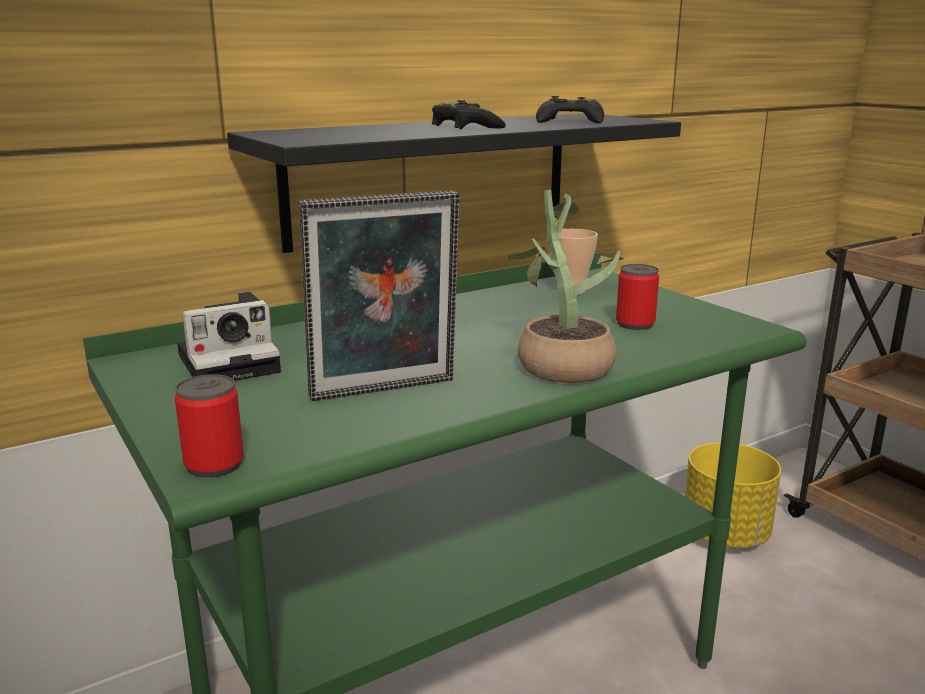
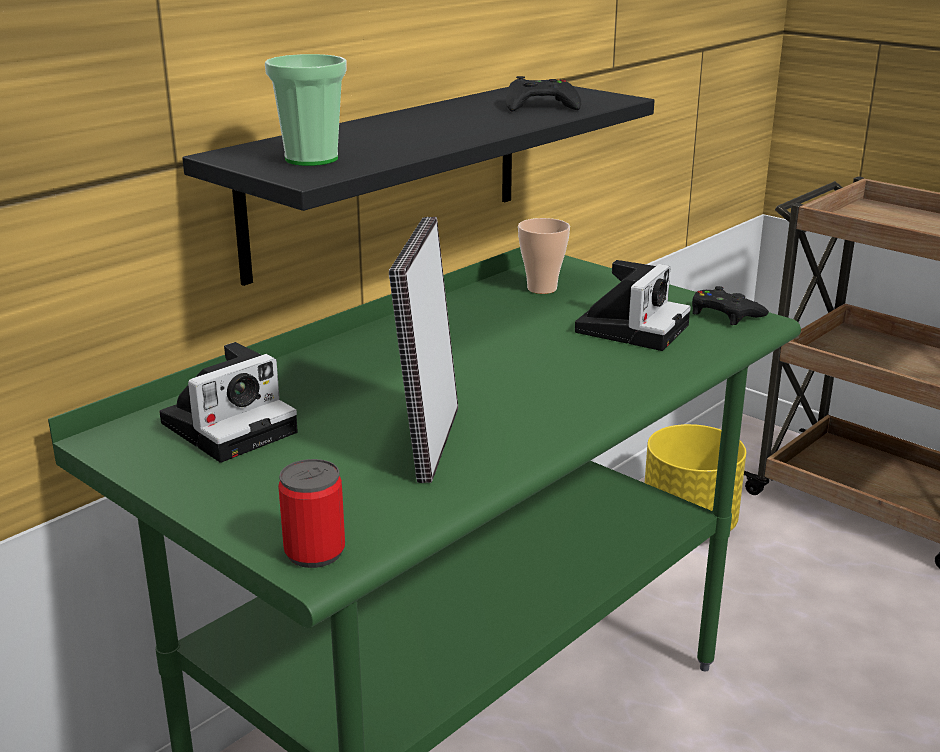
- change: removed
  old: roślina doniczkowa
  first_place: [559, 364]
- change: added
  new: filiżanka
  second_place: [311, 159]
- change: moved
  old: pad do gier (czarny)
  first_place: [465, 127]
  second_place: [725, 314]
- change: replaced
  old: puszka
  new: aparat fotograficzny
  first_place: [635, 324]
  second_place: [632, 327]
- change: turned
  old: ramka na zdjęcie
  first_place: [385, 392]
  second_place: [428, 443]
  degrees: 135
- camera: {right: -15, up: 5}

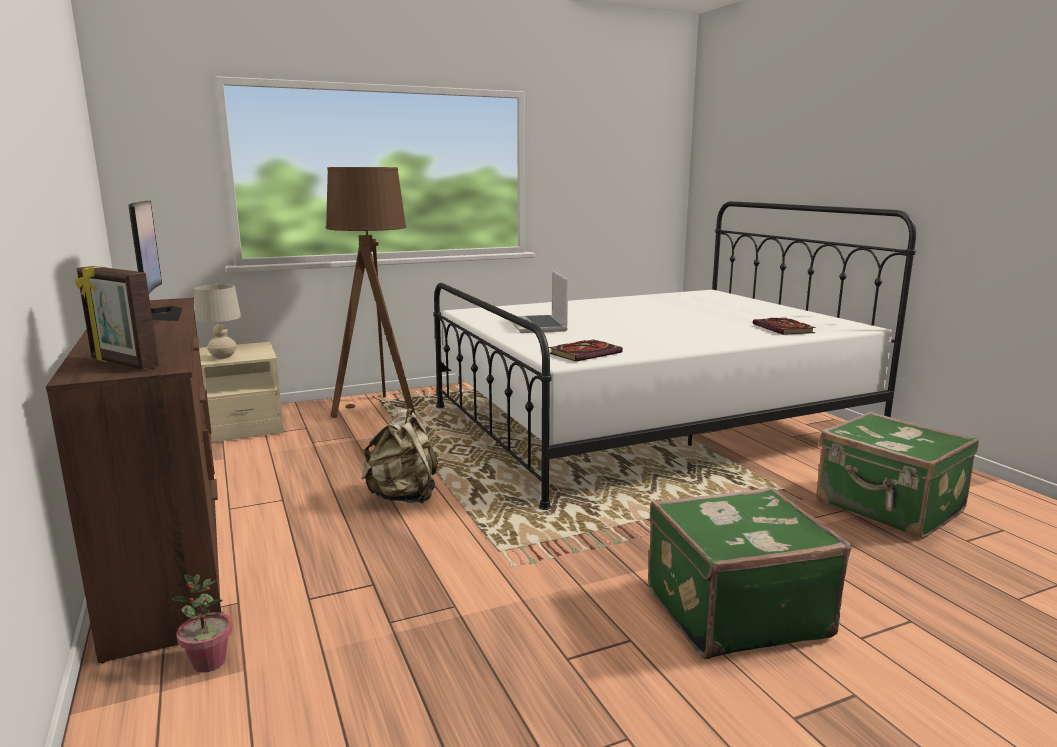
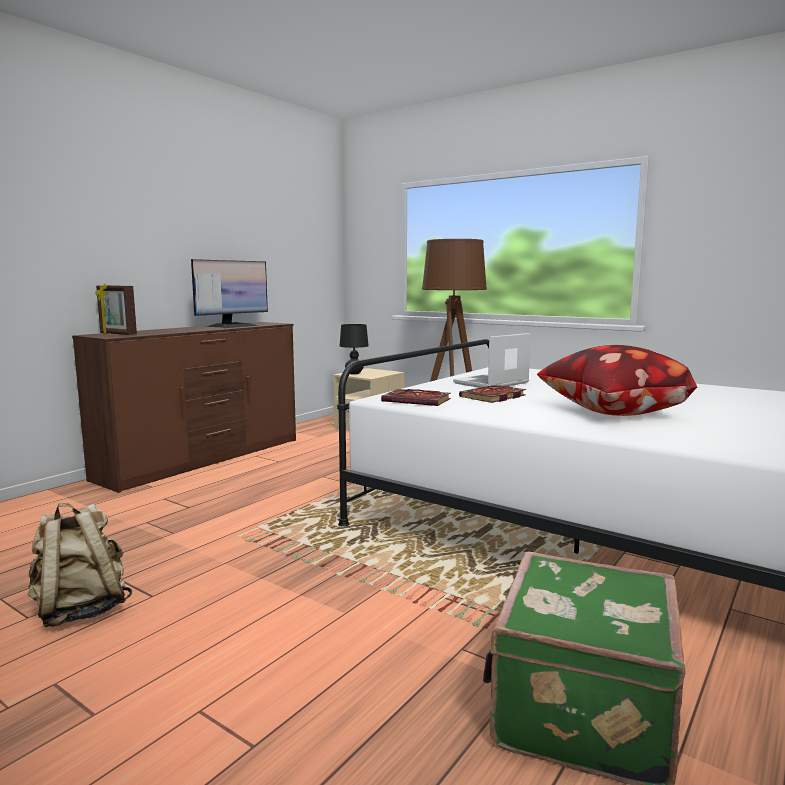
- change: removed
  old: roślina doniczkowa
  first_place: [209, 662]
- change: removed
  old: walizka (zielony)
  first_place: [733, 610]
- change: added
  new: poduszka
  second_place: [611, 414]
- change: moved
  old: plecak (beżowy)
  first_place: [403, 497]
  second_place: [81, 610]
- change: moved
  old: książka
  first_place: [785, 329]
  second_place: [493, 397]
- change: recoloured
  old: lampa stołowa (beżowy)
  new: lampa stołowa (czarny)
  first_place: [223, 357]
  second_place: [354, 373]
- change: turned
  old: ramka na zdjęcie
  first_place: [123, 363]
  second_place: [117, 334]
  degrees: -60
- camera: {right: 60, up: -5}

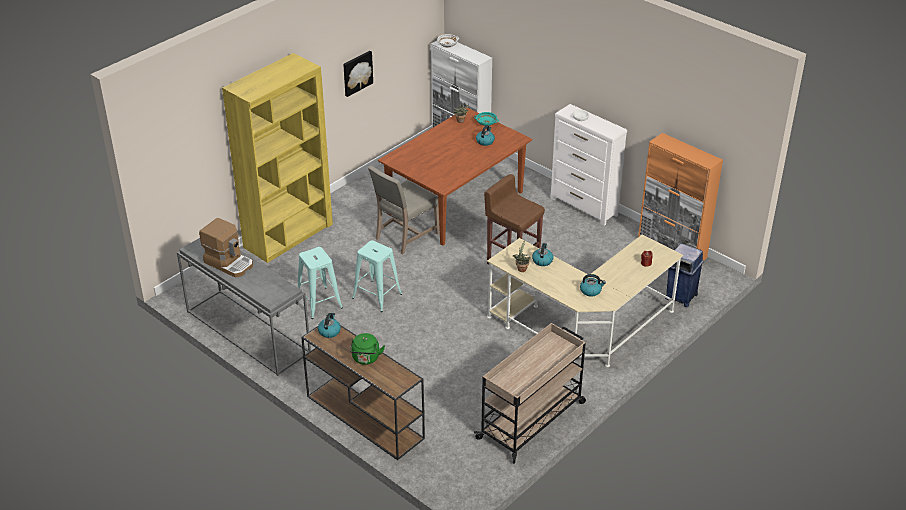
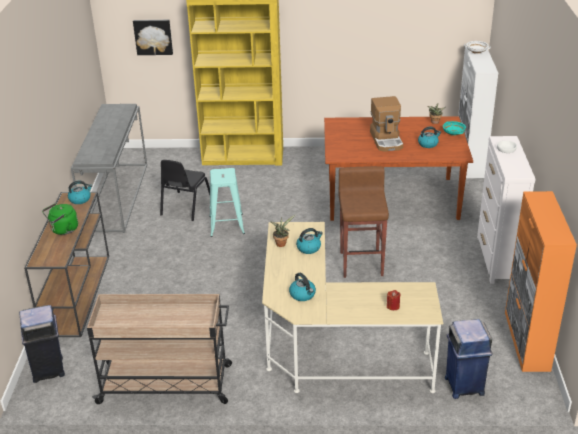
- change: removed
  old: krzesło (beżowy)
  first_place: [404, 236]
- change: added
  new: kosz na śmieci (niebieski)
  second_place: [49, 369]
- change: moved
  old: ekspres do kawy
  first_place: [229, 263]
  second_place: [387, 140]
- change: moved
  old: obraz
  first_place: [357, 73]
  second_place: [153, 36]
- change: replaced
  old: stołek (turkusowy)
  new: krzesło (czarny)
  first_place: [319, 303]
  second_place: [185, 206]
- camera: {right: 50, up: -5}

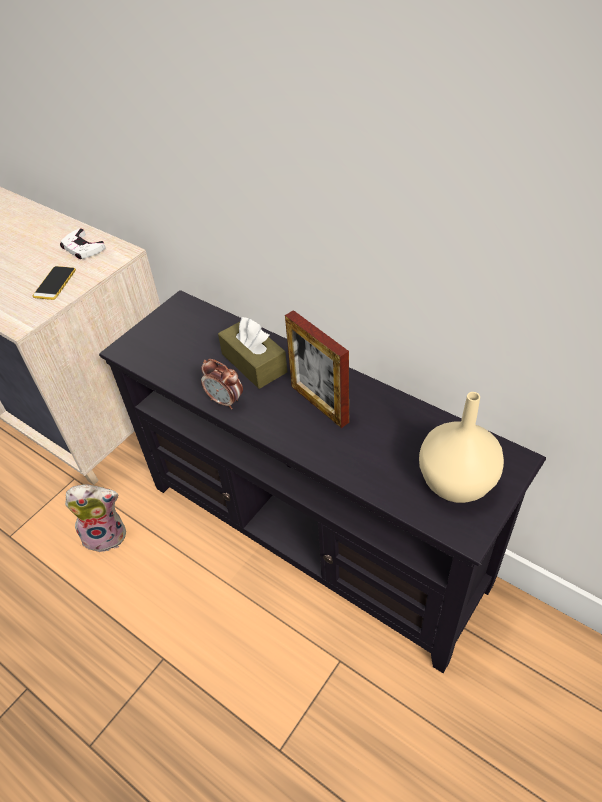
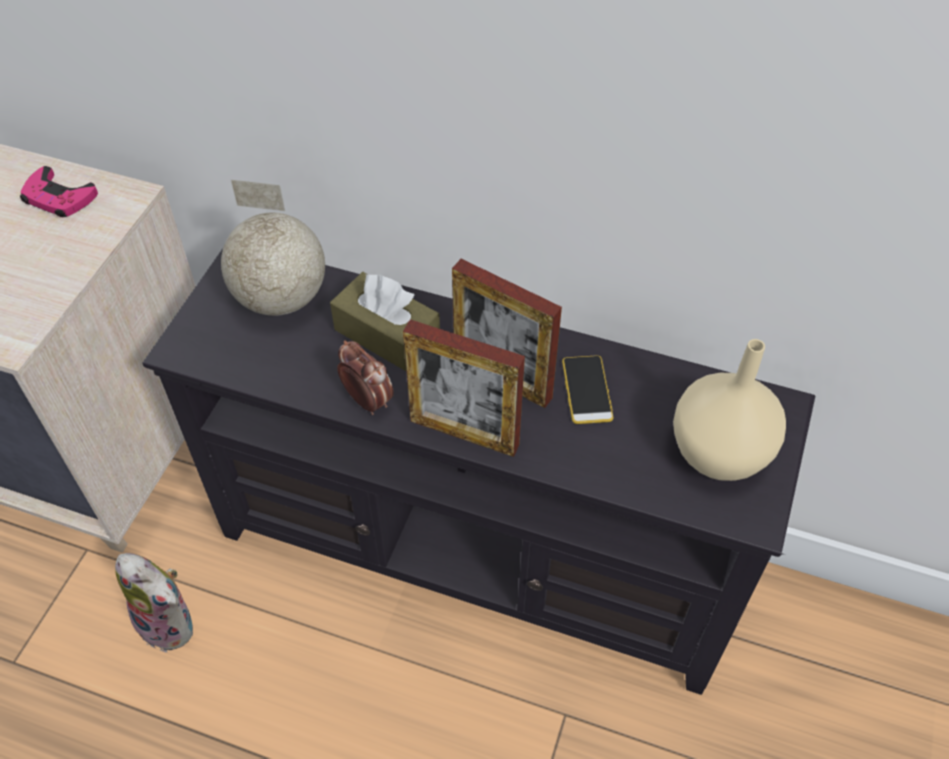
- change: added
  new: globus
  second_place: [282, 299]
- change: added
  new: ramka na zdjęcie
  second_place: [464, 433]
- change: moved
  old: telefon
  first_place: [55, 283]
  second_place: [587, 390]
- change: recoloured
  old: pad do gier (biały)
  new: pad do gier (różowy)
  first_place: [82, 248]
  second_place: [59, 198]
- change: turned
  old: pluszak
  first_place: [107, 534]
  second_place: [171, 622]
  degrees: 60
- change: turned
  old: budzik
  first_place: [225, 401]
  second_place: [367, 400]
  degrees: -150
- camera: {right: -20, up: 5}

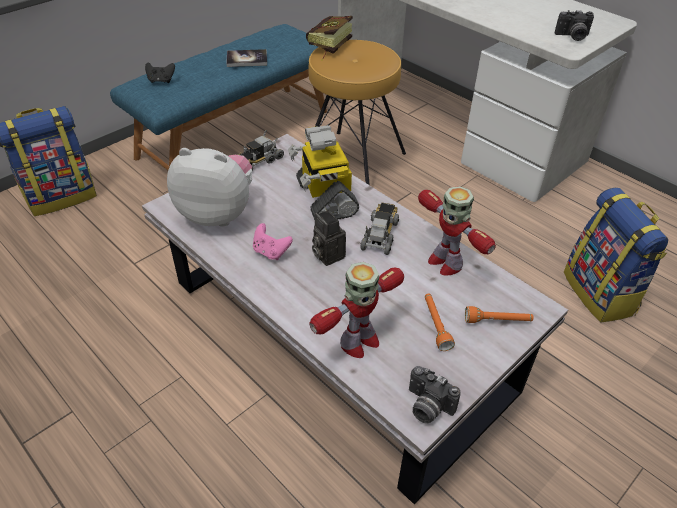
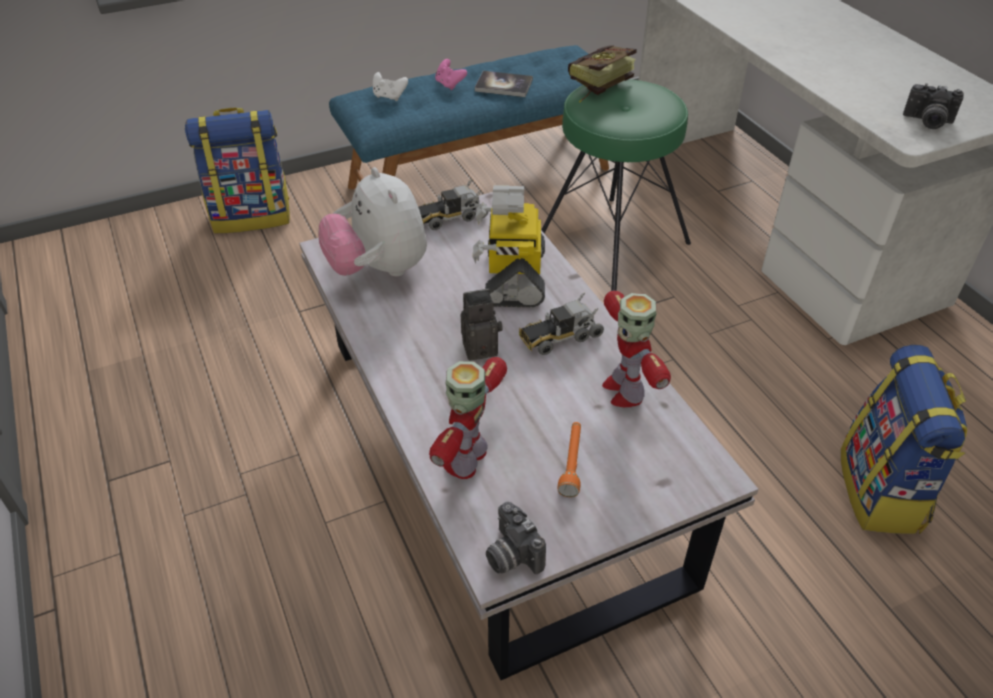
- change: removed
  old: latarka (pomarańczowy)
  first_place: [497, 321]
- change: moved
  old: pad do gier (różowy)
  first_place: [271, 252]
  second_place: [449, 84]
- change: recoloured
  old: pad do gier (czarny)
  new: pad do gier (biały)
  first_place: [161, 81]
  second_place: [389, 97]
- change: recoloured
  old: stołek (brązowy)
  new: stołek (zielony)
  first_place: [351, 163]
  second_place: [611, 243]
- change: turned
  old: pluszak
  first_place: [218, 213]
  second_place: [378, 269]
  degrees: -150
- change: turned
  old: robot zabawkowy
  first_place: [358, 342]
  second_place: [467, 459]
  degrees: 135
- change: turned
  old: aparat fotograficzny
  first_place: [326, 255]
  second_place: [481, 346]
  degrees: 90
- change: turned
  old: ciężarówka zabawkowa
  first_place: [380, 234]
  second_place: [560, 336]
  degrees: -150
- camera: {right: 20, up: 0}

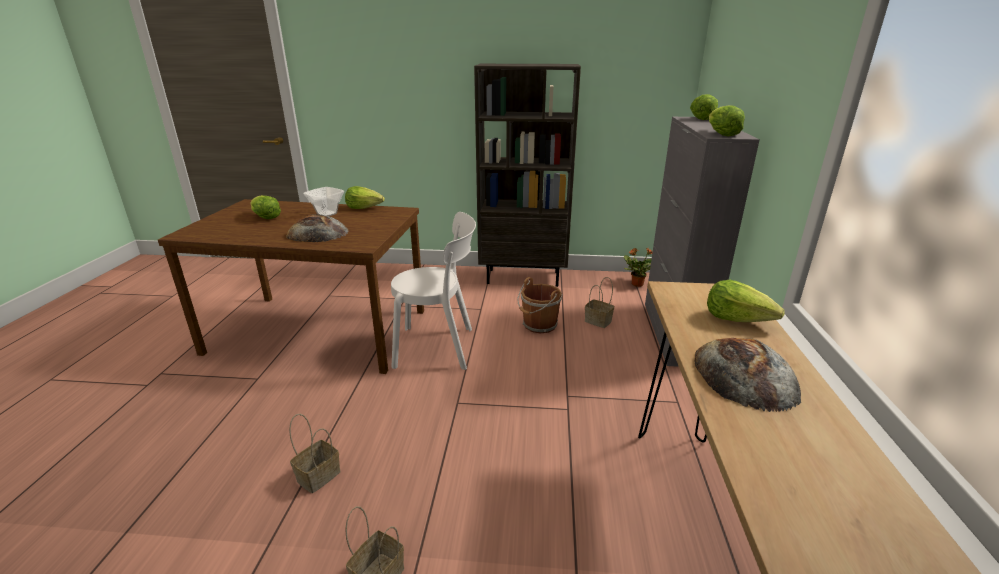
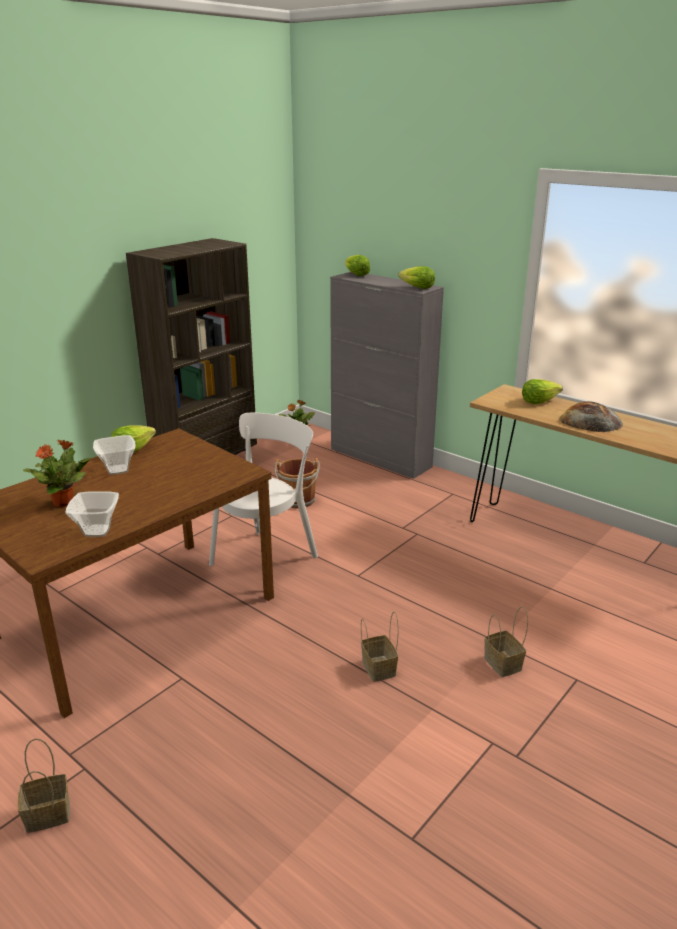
- change: removed
  old: chleb
  first_place: [318, 233]
- change: added
  new: miska
  second_place: [97, 530]
- change: moved
  old: koszyk
  first_place: [599, 321]
  second_place: [49, 813]
- change: replaced
  old: sałata
  new: roślina doniczkowa
  first_place: [265, 217]
  second_place: [64, 502]
- camera: {right: -55, up: 0}

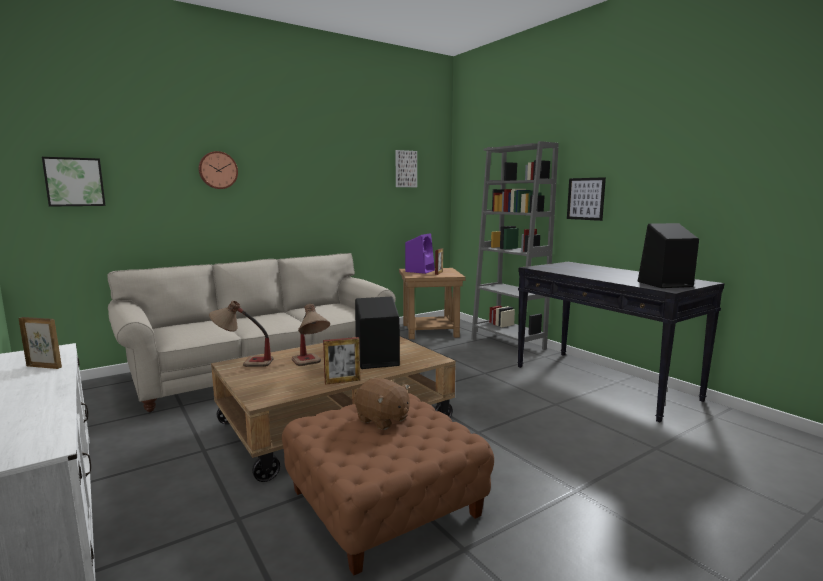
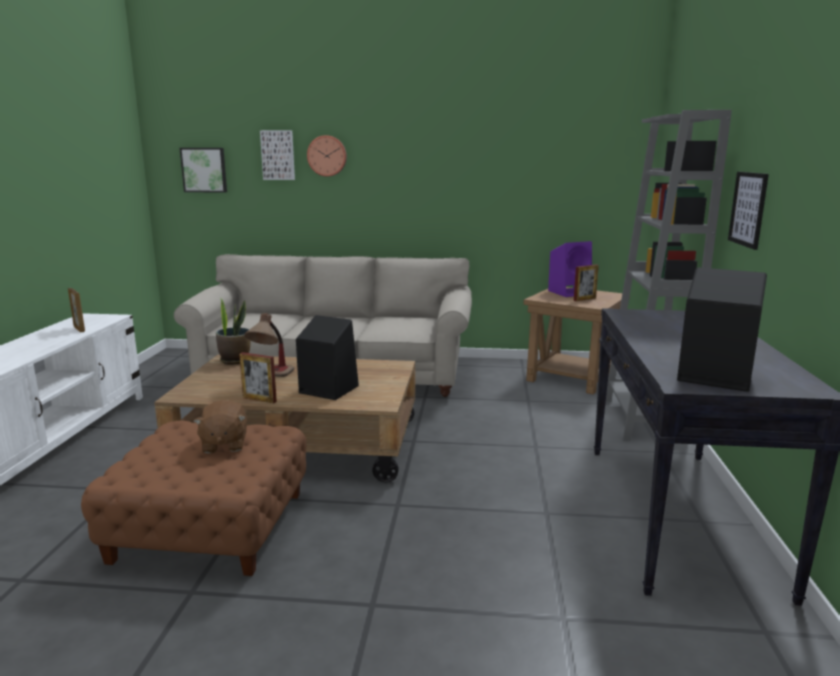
- change: moved
  old: obraz
  first_place: [405, 169]
  second_place: [278, 155]
- change: replaced
  old: lampa stołowa
  new: roślina doniczkowa
  first_place: [243, 363]
  second_place: [235, 360]
- camera: {right: 40, up: 5}

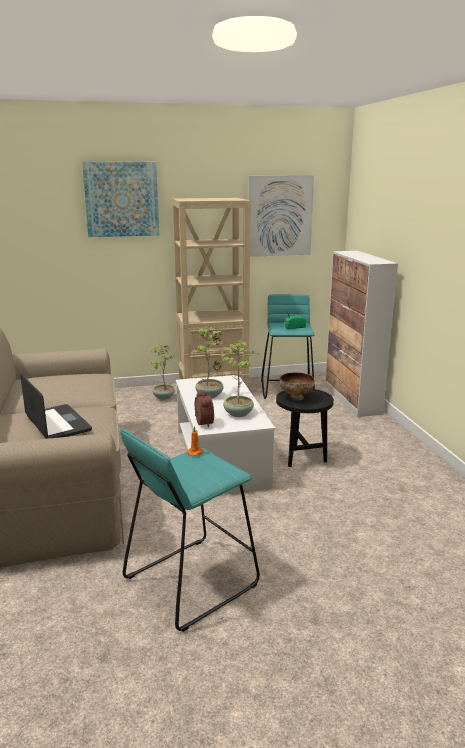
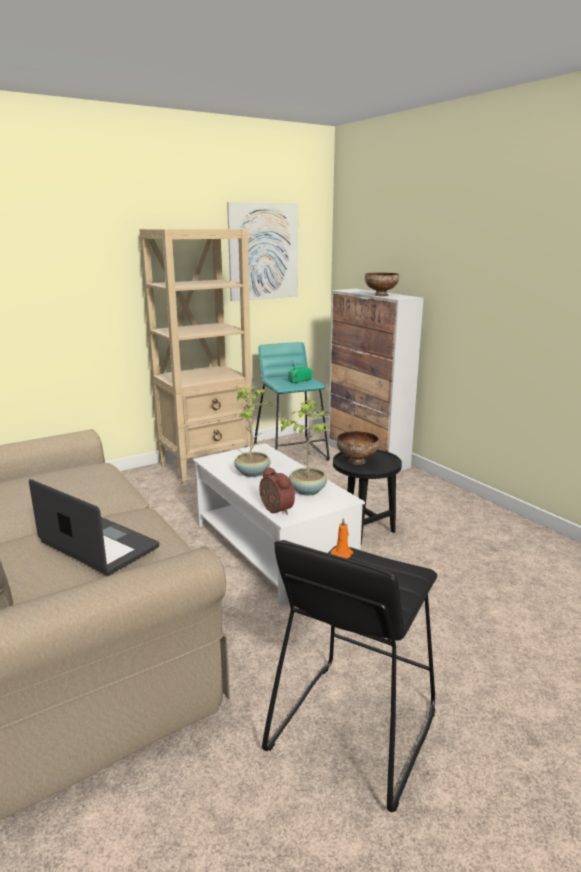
- change: removed
  old: obraz
  first_place: [121, 199]
- change: removed
  old: roślina doniczkowa
  first_place: [163, 397]
- change: added
  new: miska
  second_place: [380, 295]
- change: recoloured
  old: stołek (turkusowy)
  new: stołek (czarny)
  first_place: [190, 581]
  second_place: [352, 729]
- camera: {right: -20, up: 0}

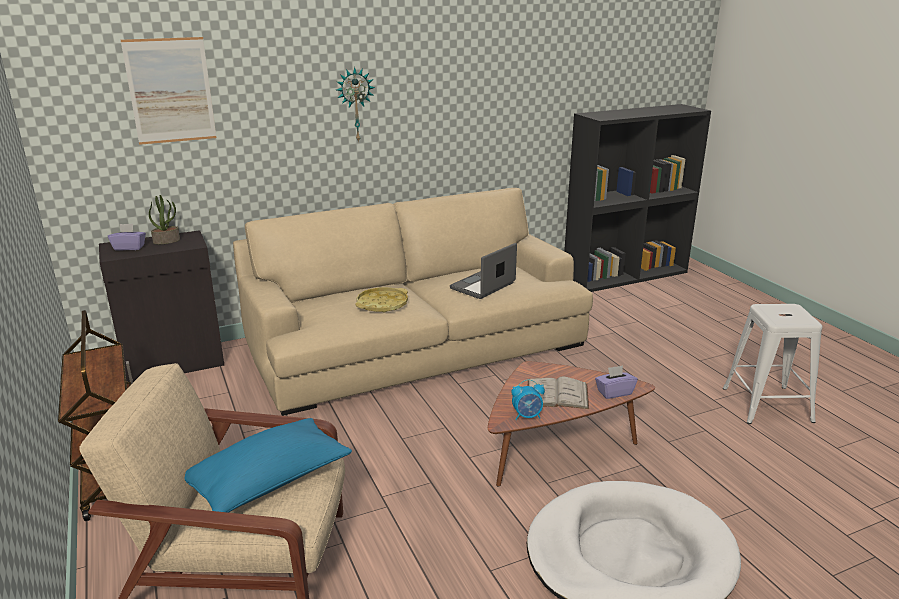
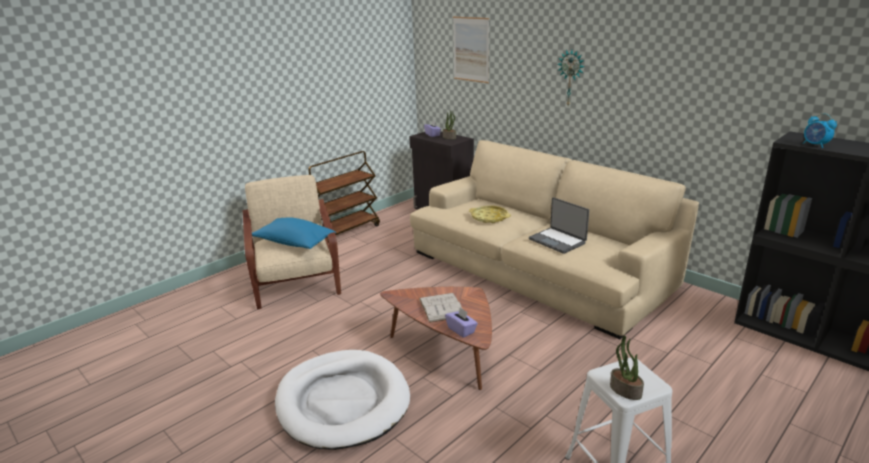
- change: added
  new: roślina doniczkowa
  second_place: [625, 390]
- change: moved
  old: budzik
  first_place: [527, 416]
  second_place: [815, 145]
- change: turned
  old: laptop
  first_place: [483, 286]
  second_place: [558, 241]
  degrees: -150
- camera: {right: 70, up: 0}

